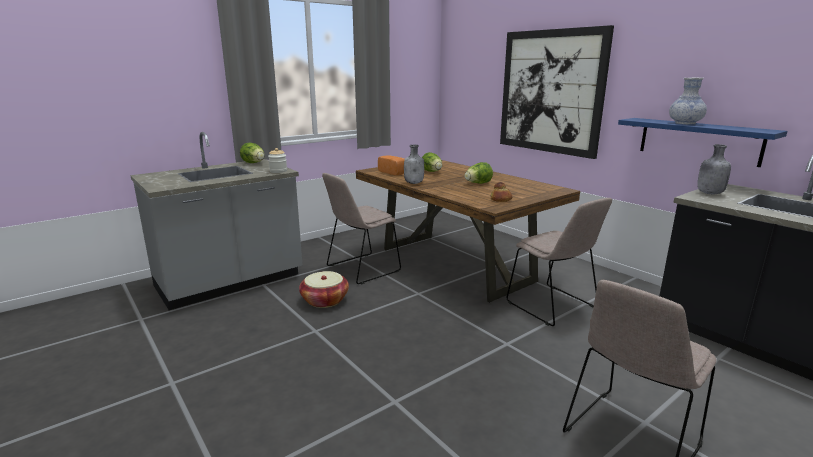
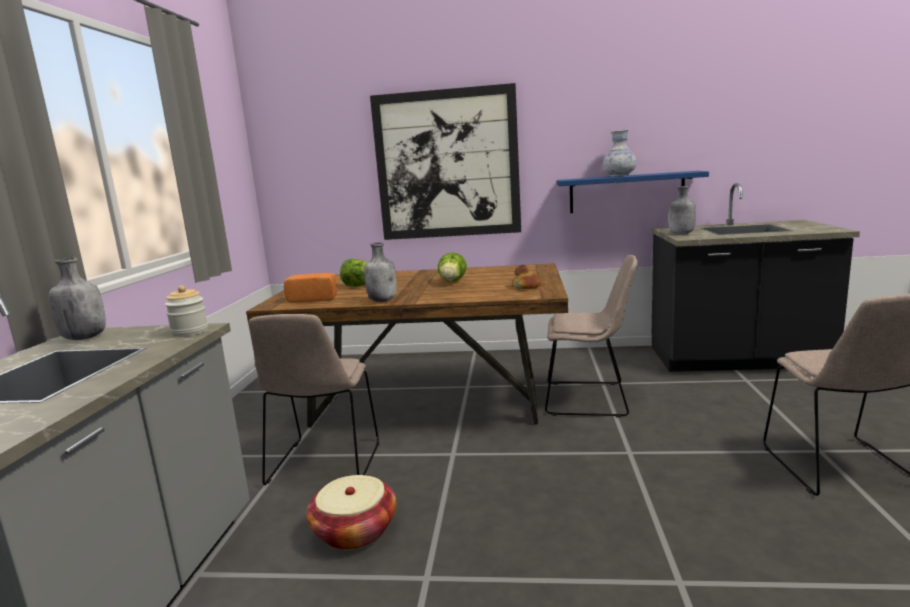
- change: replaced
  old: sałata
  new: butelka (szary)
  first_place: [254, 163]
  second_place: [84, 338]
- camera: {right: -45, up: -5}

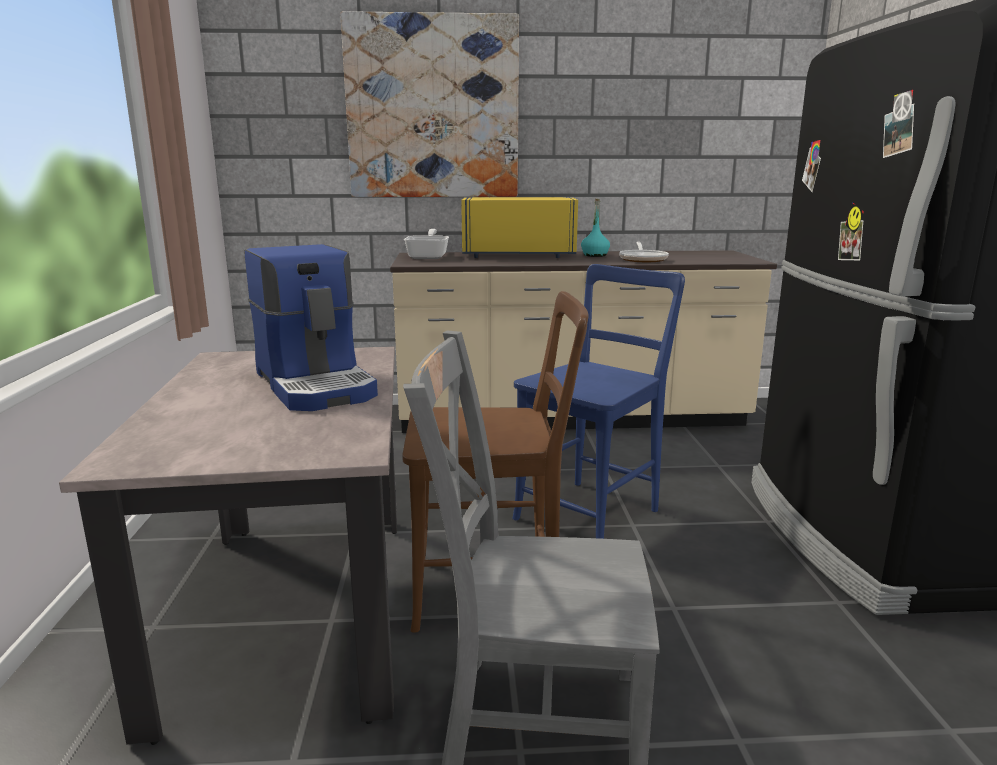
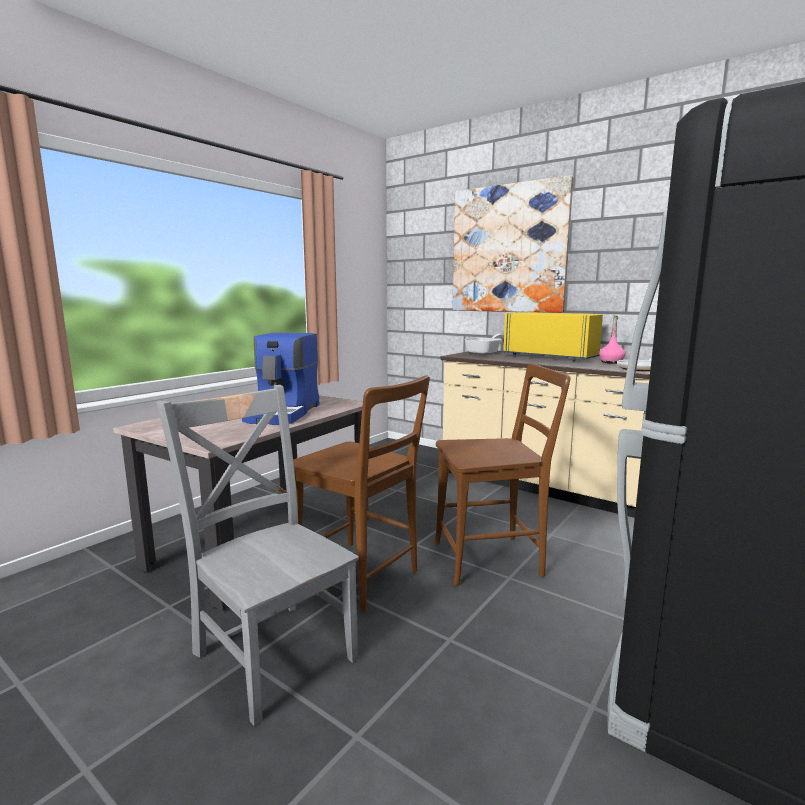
- change: recoloured
  old: krzesło (niebieski)
  new: krzesło (brązowy)
  first_place: [592, 512]
  second_place: [493, 558]
- change: recoloured
  old: butelka (turkusowy)
  new: butelka (różowy)
  first_place: [595, 255]
  second_place: [611, 362]
- camera: {right: 40, up: -5}

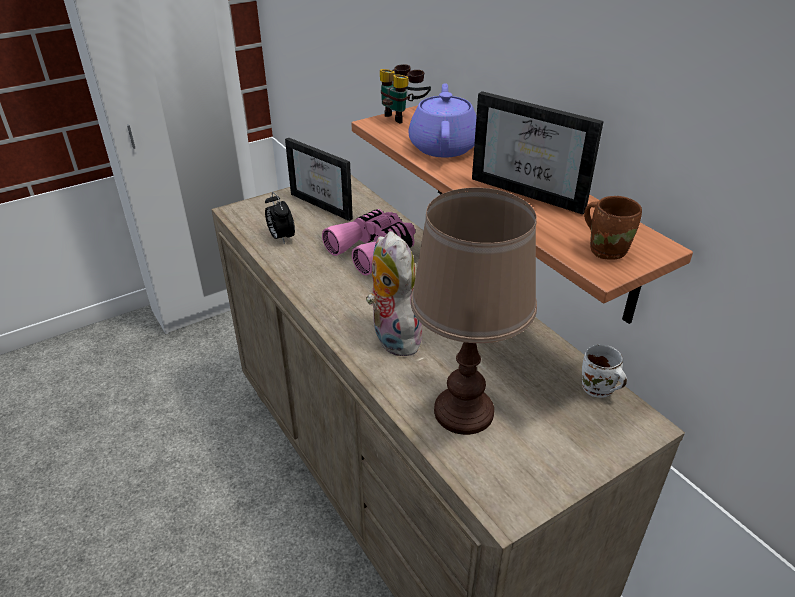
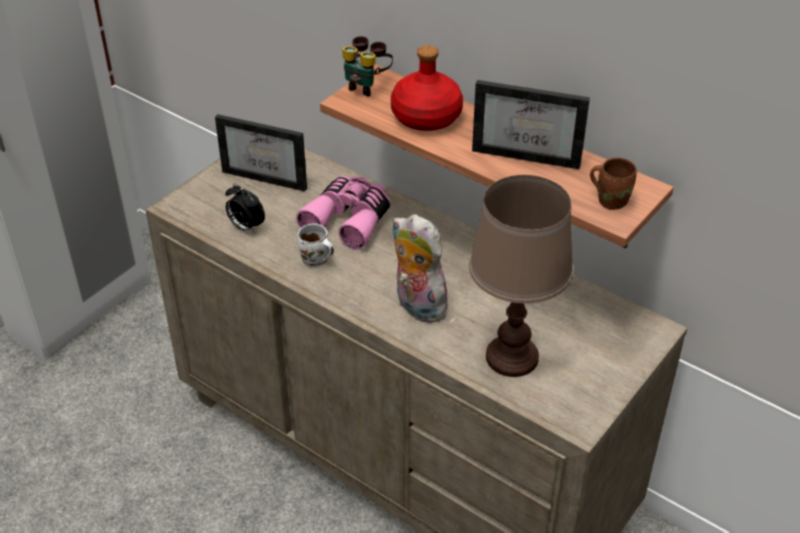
- change: moved
  old: kubek (biały)
  first_place: [597, 390]
  second_place: [315, 261]
- change: replaced
  old: imbryk (fioletowy)
  new: butelka (czerwony)
  first_place: [443, 146]
  second_place: [426, 117]
- camera: {right: -20, up: 5}

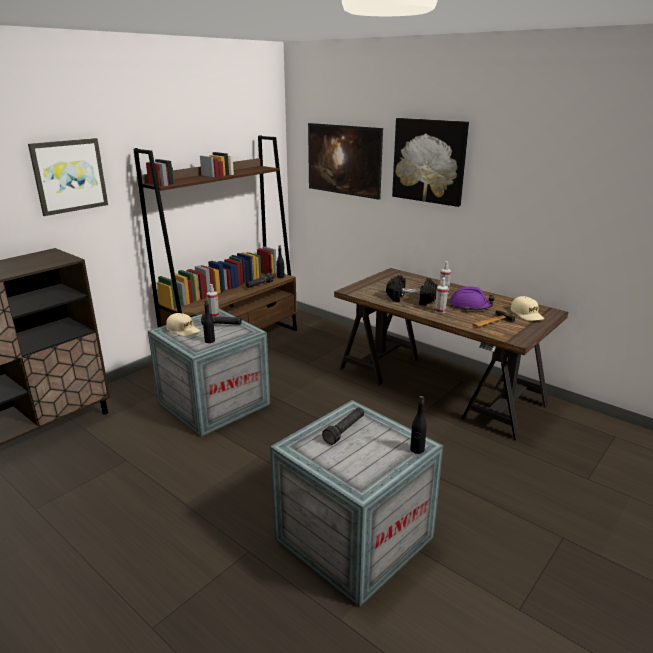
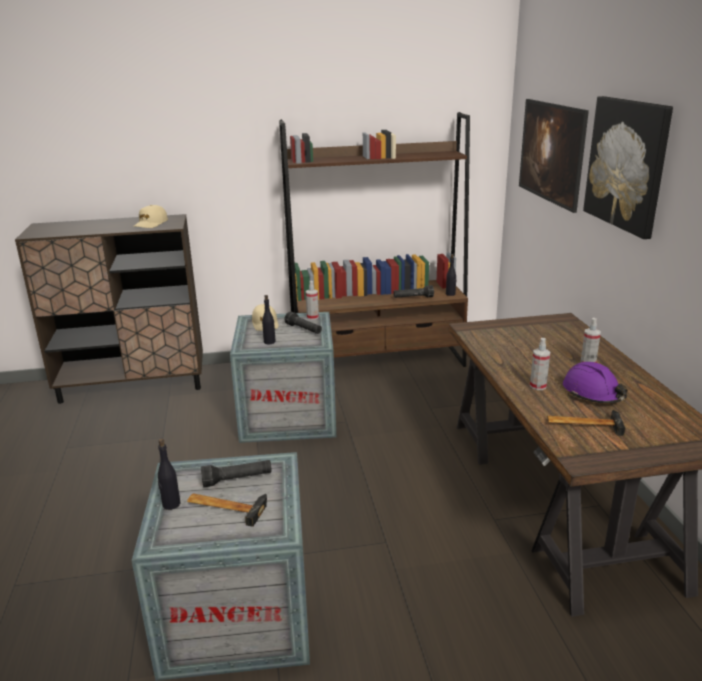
- change: removed
  old: obraz
  first_place: [69, 176]
- change: removed
  old: hantel (czarny)
  first_place: [411, 300]
- change: added
  new: młotek
  second_place: [226, 506]
- change: moved
  old: butelka (czarny)
  first_place: [417, 449]
  second_place: [171, 504]
- change: moved
  old: czapka z daszkiem (beżowy)
  first_place: [526, 314]
  second_place: [151, 224]
- camera: {right: 40, up: 0}

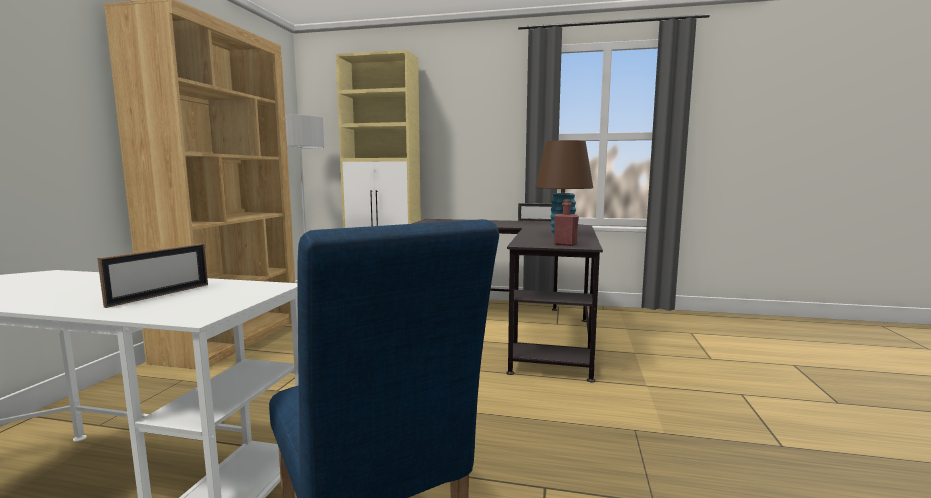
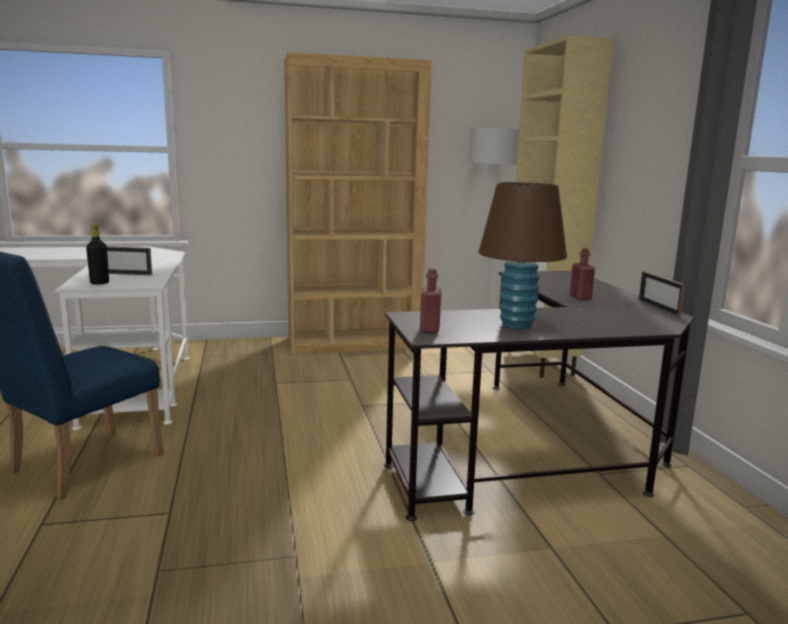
- change: added
  new: butelka (czarny)
  second_place: [99, 283]
- change: added
  new: butelka (czerwony)
  second_place: [580, 297]
- camera: {right: 65, up: 5}

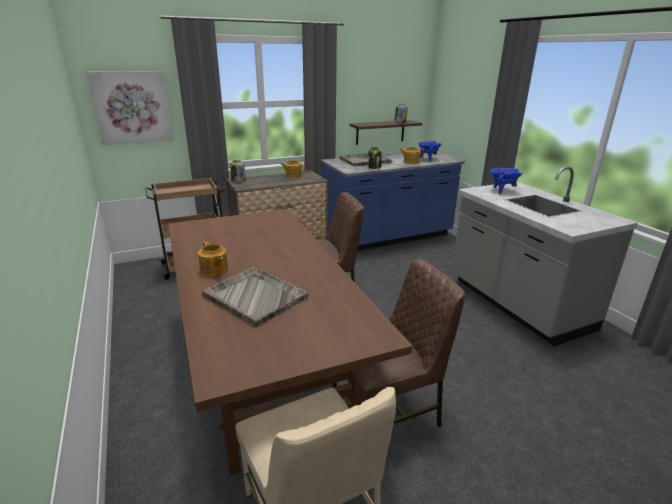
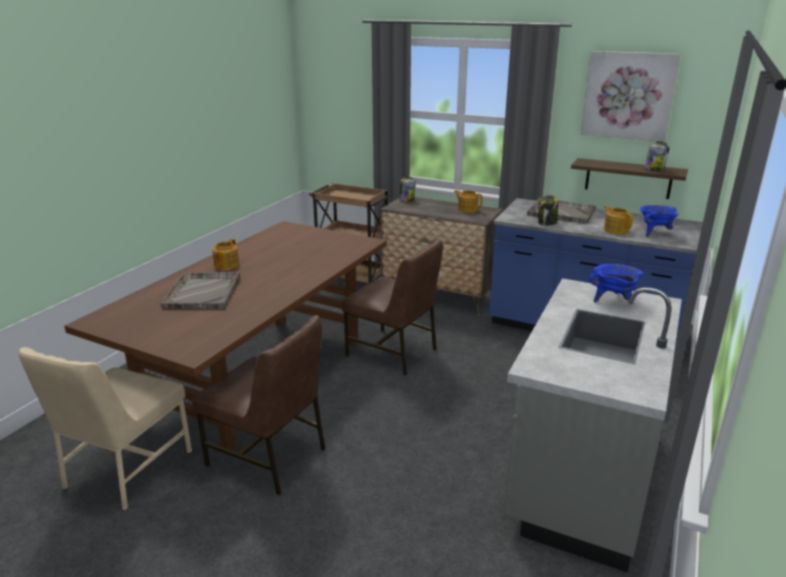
- change: moved
  old: obraz
  first_place: [132, 107]
  second_place: [628, 95]
- camera: {right: 50, up: 0}

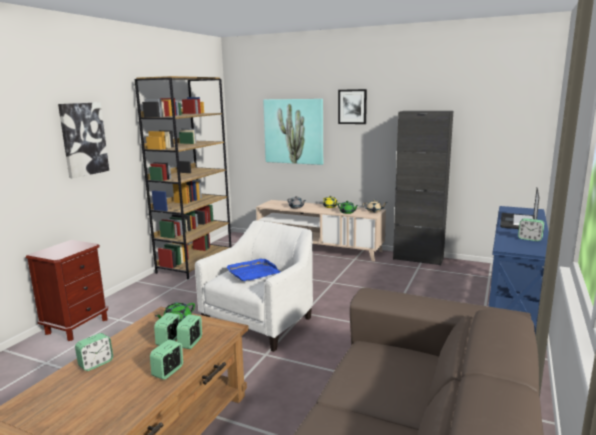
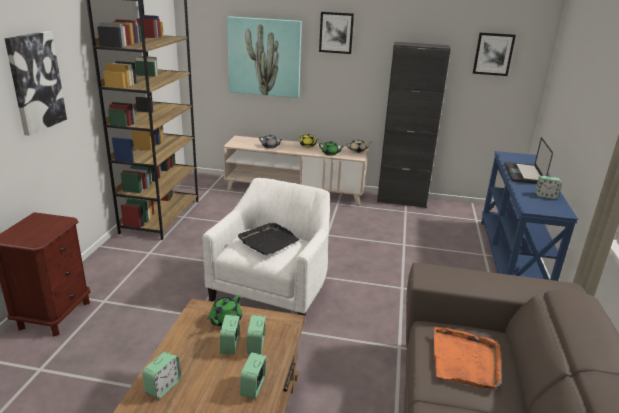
- change: added
  new: taca (pomarańczowy)
  second_place: [465, 360]
- change: added
  new: obraz
  second_place: [493, 54]
- change: recoloured
  old: taca (niebieski)
  new: taca (czarny)
  first_place: [253, 272]
  second_place: [268, 241]
- camera: {right: -15, up: 10}

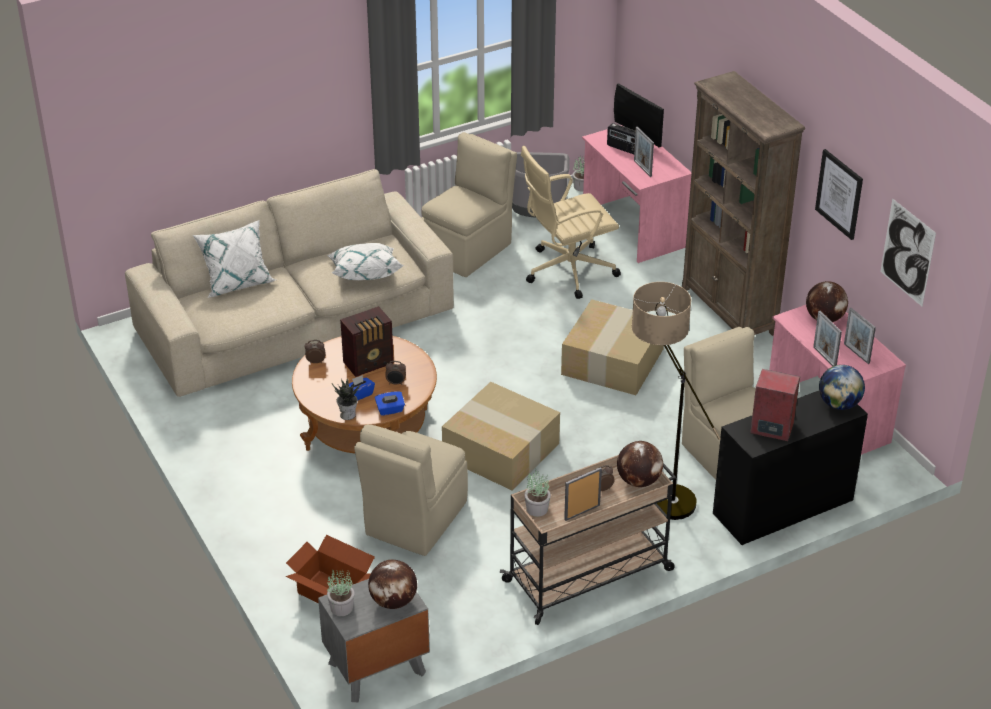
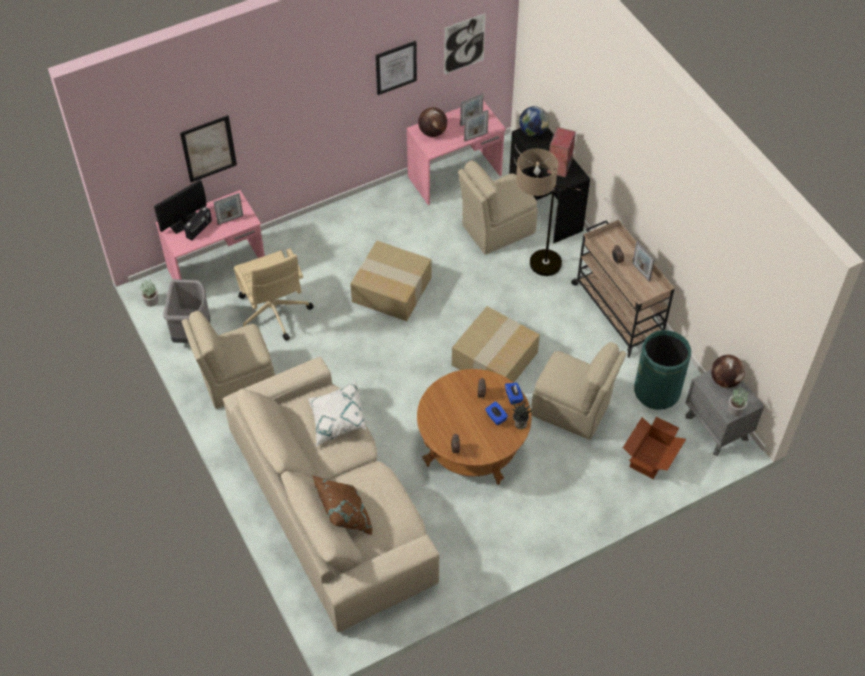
- change: removed
  old: radio
  first_place: [369, 363]
- change: removed
  old: roślina doniczkowa
  first_place: [536, 509]
- change: removed
  old: globus
  first_place: [638, 481]
- change: removed
  old: regał (brązowy)
  first_place: [729, 311]
- change: added
  new: obraz
  second_place: [208, 148]
- change: added
  new: kosz na śmieci (zielony)
  second_place: [657, 391]
- change: recoloured
  old: poduszka (biały)
  new: poduszka (brązowy)
  first_place: [237, 282]
  second_place: [344, 516]
- change: turned
  old: krzesło (beżowy)
  first_place: [468, 249]
  second_place: [236, 381]
  degrees: -60
- camera: {right: -90, up: 15}

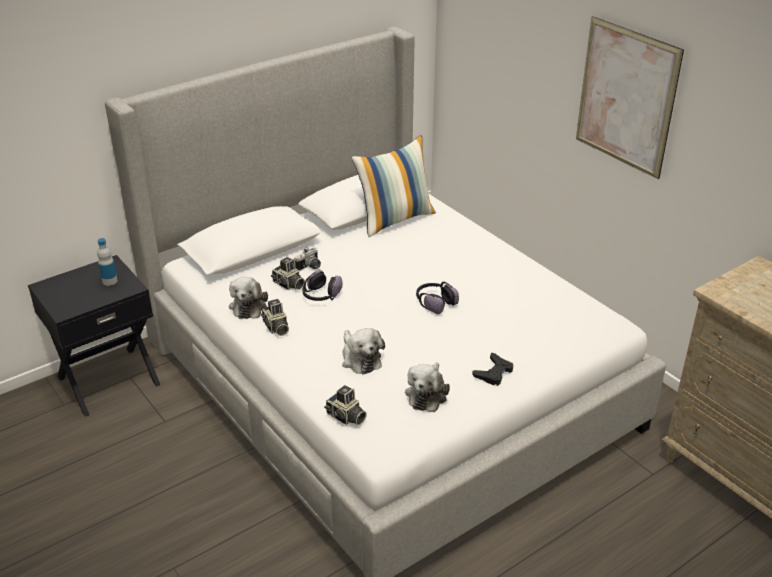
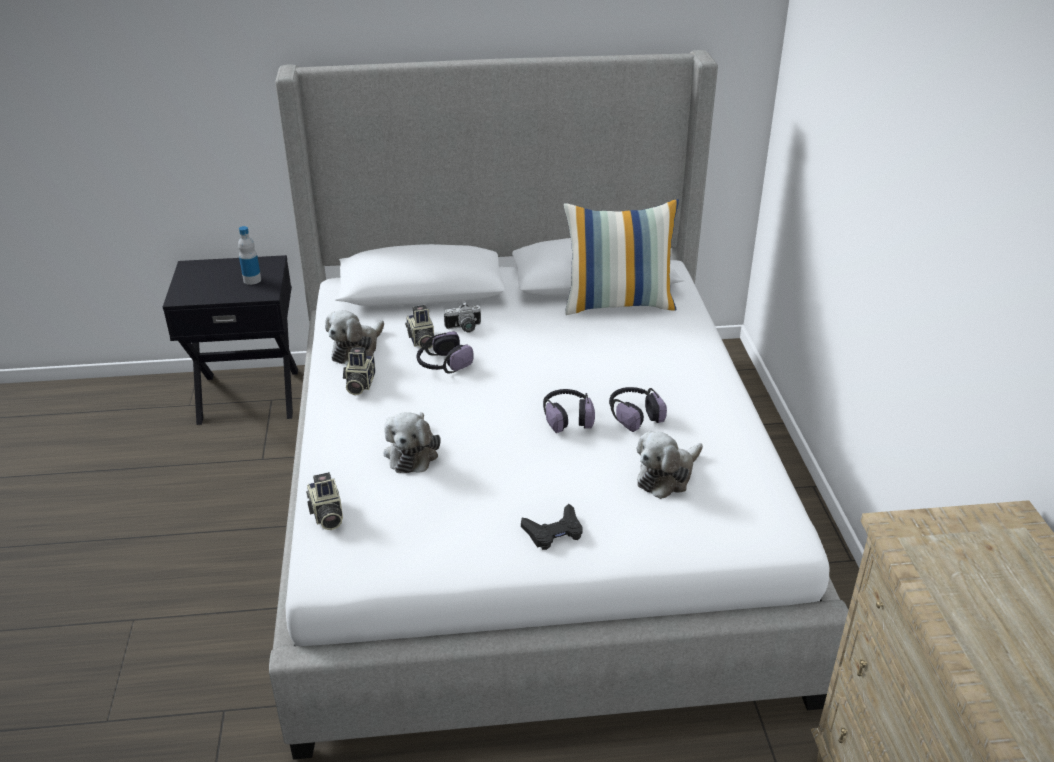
- change: removed
  old: obraz
  first_place: [626, 97]
- change: added
  new: słuchawki
  second_place: [634, 415]
- change: moved
  old: pluszak
  first_place: [427, 394]
  second_place: [667, 476]
- camera: {right: 30, up: 0}

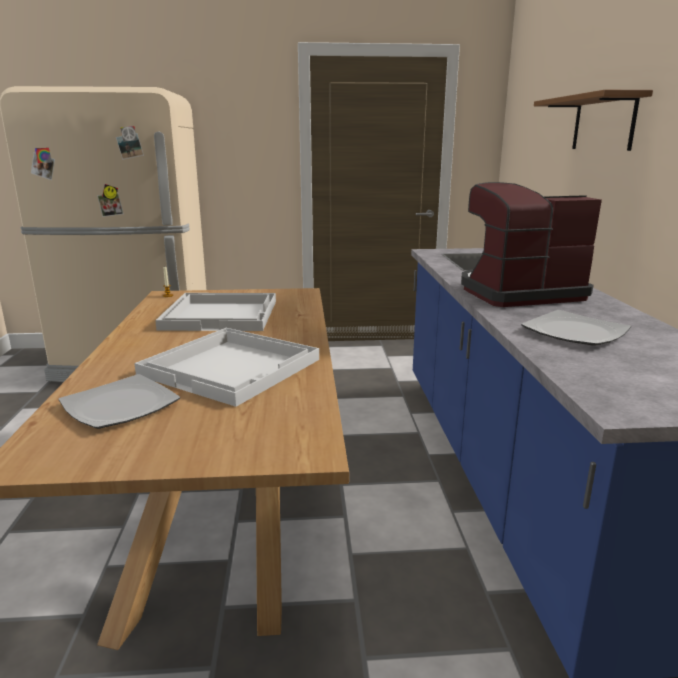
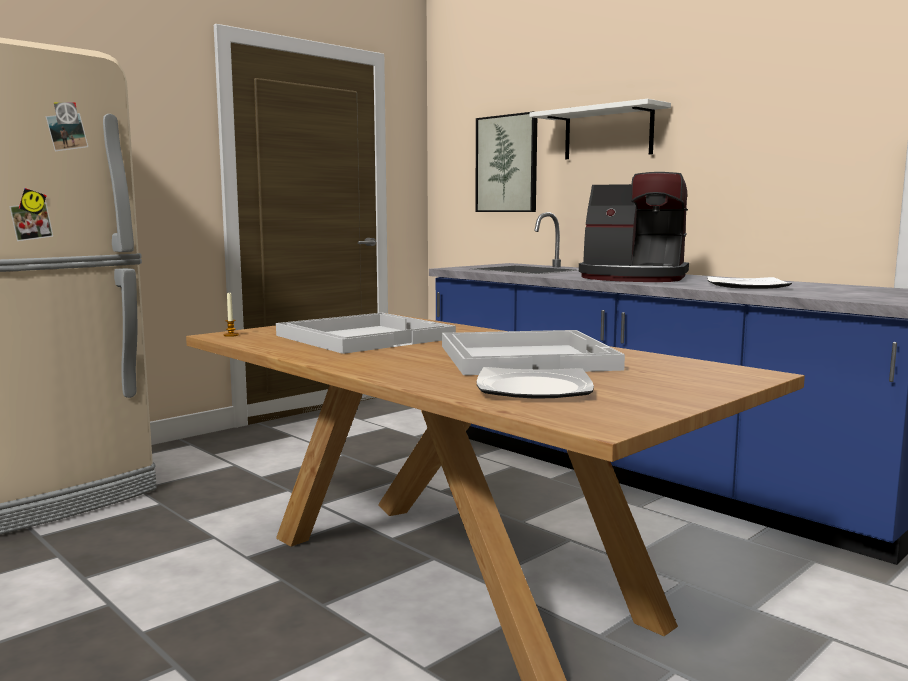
- change: added
  new: obraz
  second_place: [507, 164]
- change: recoloured
  old: półka (brązowy)
  new: półka (biały)
  first_place: [603, 123]
  second_place: [608, 133]
- change: turned
  old: ekspres do kawy
  first_place: [518, 293]
  second_place: [633, 278]
  degrees: -105
- camera: {right: -40, up: -10}

